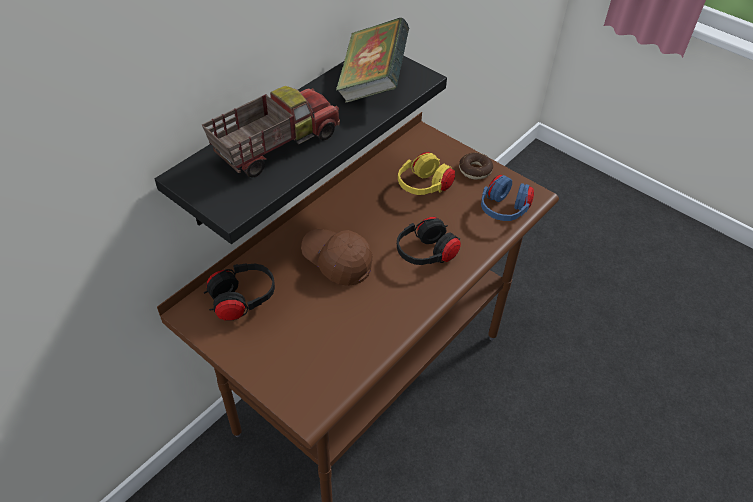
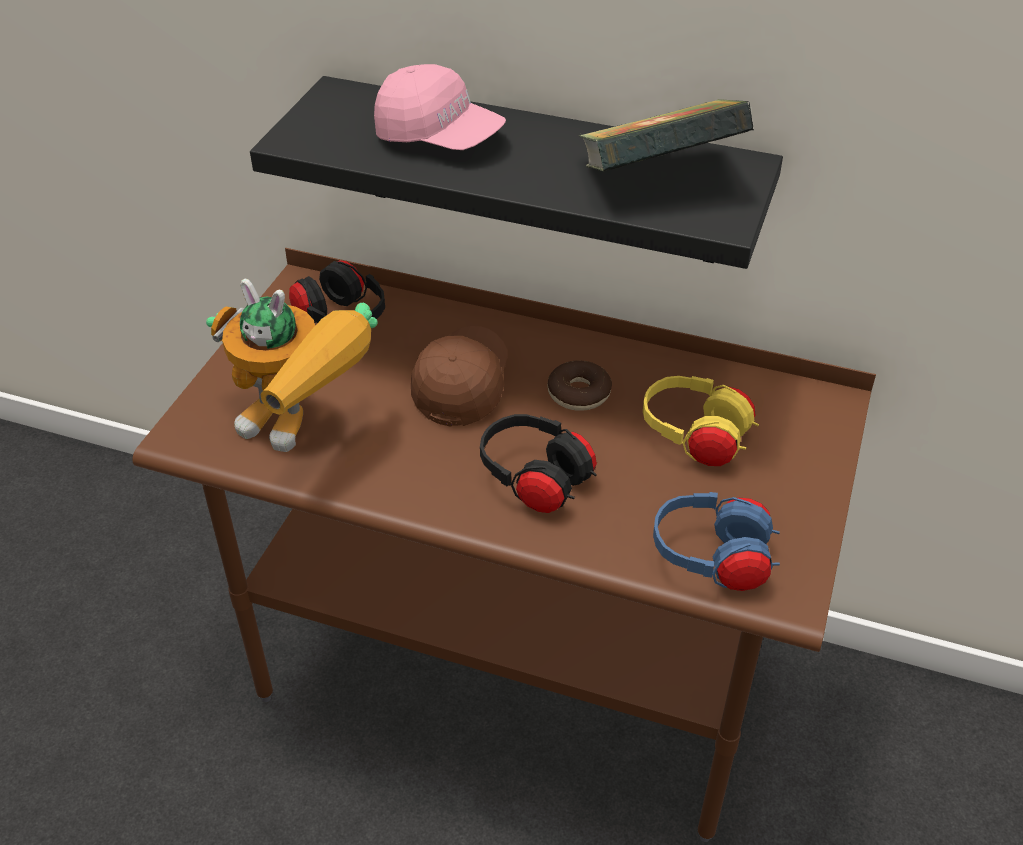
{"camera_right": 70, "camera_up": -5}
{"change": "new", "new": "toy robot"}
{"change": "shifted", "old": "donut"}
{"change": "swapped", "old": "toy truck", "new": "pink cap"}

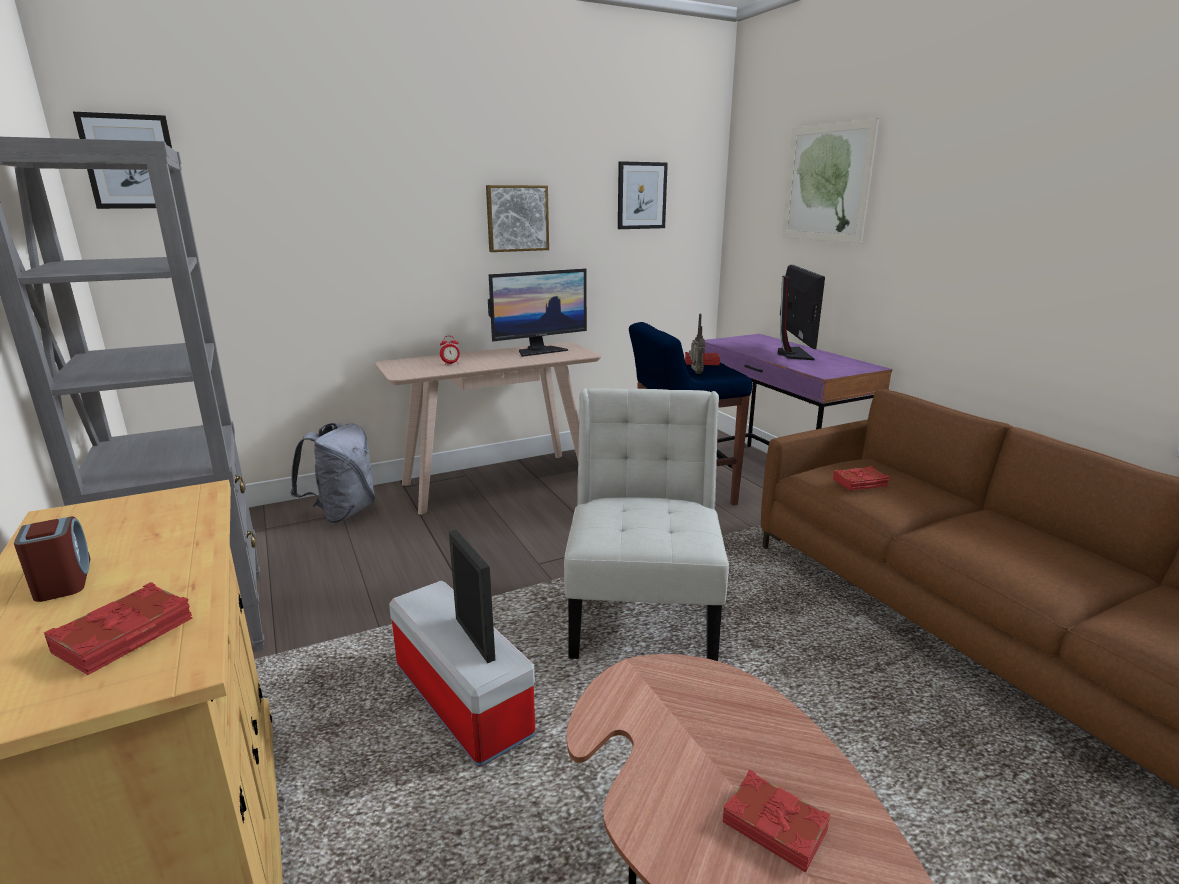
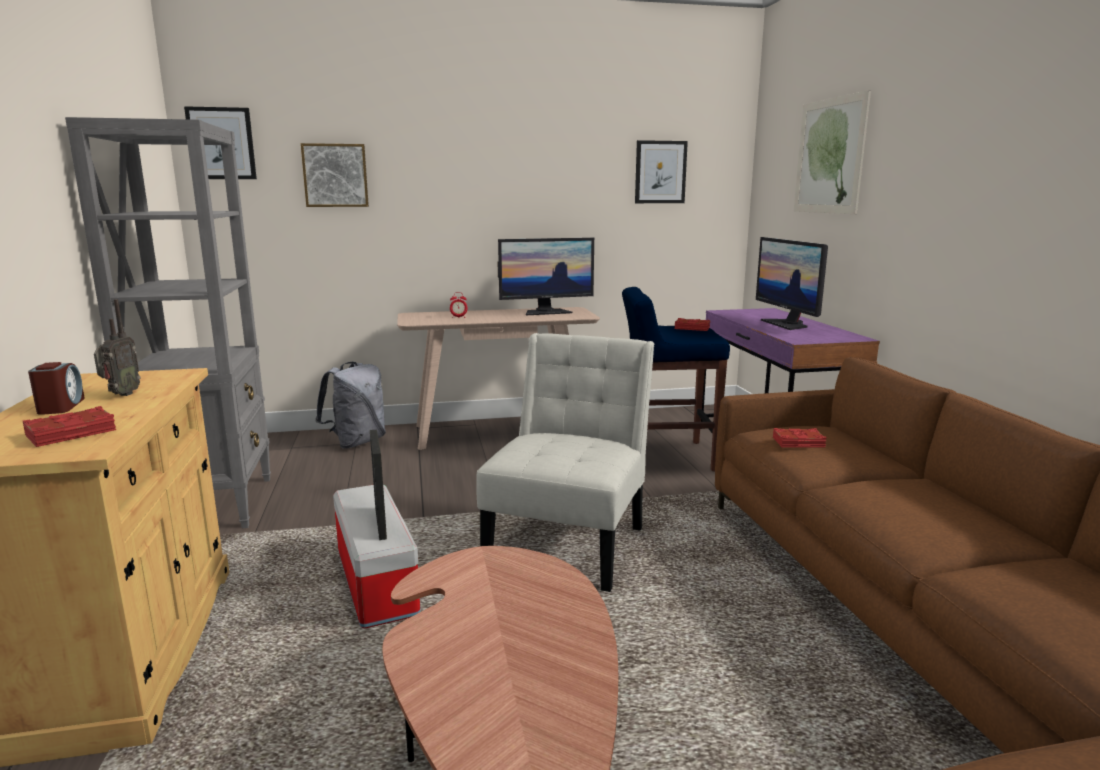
{"camera_right": 15, "camera_up": -5}
{"change": "gone", "old": "red book (no. 3 from left)"}
{"change": "shifted", "old": "picture (no. 2 from left)"}
{"change": "shifted", "old": "radio"}
{"change": "rotated", "old": "monitor (no. 2 from left)", "degrees": 150}

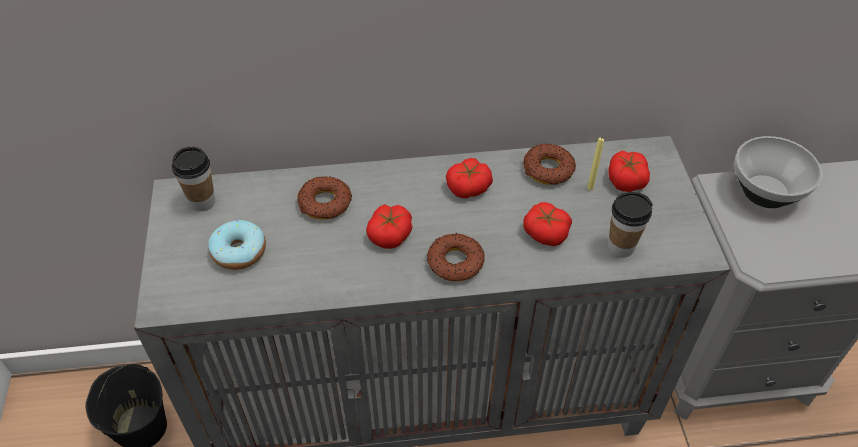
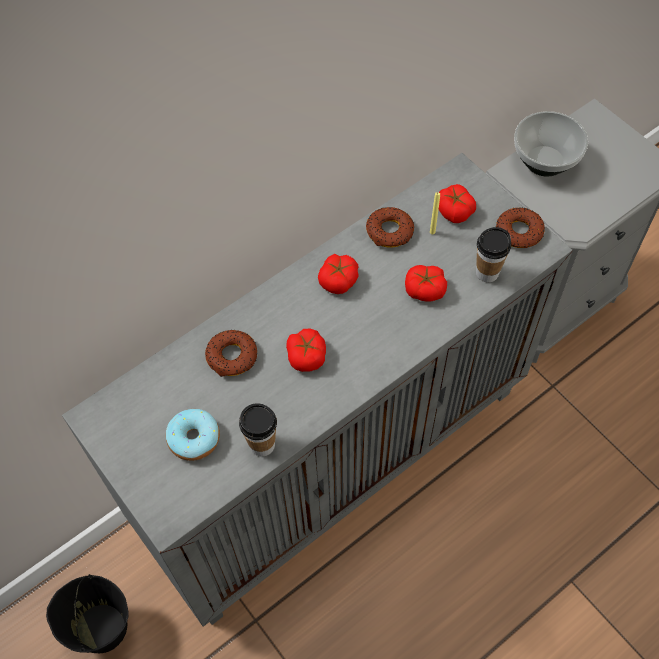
{"camera_right": -30, "camera_up": 10}
{"change": "shifted", "old": "cup (no. 1 from left)"}
{"change": "shifted", "old": "donut (no. 3 from left in the first image)", "new": "donut (no. 4 from left)"}

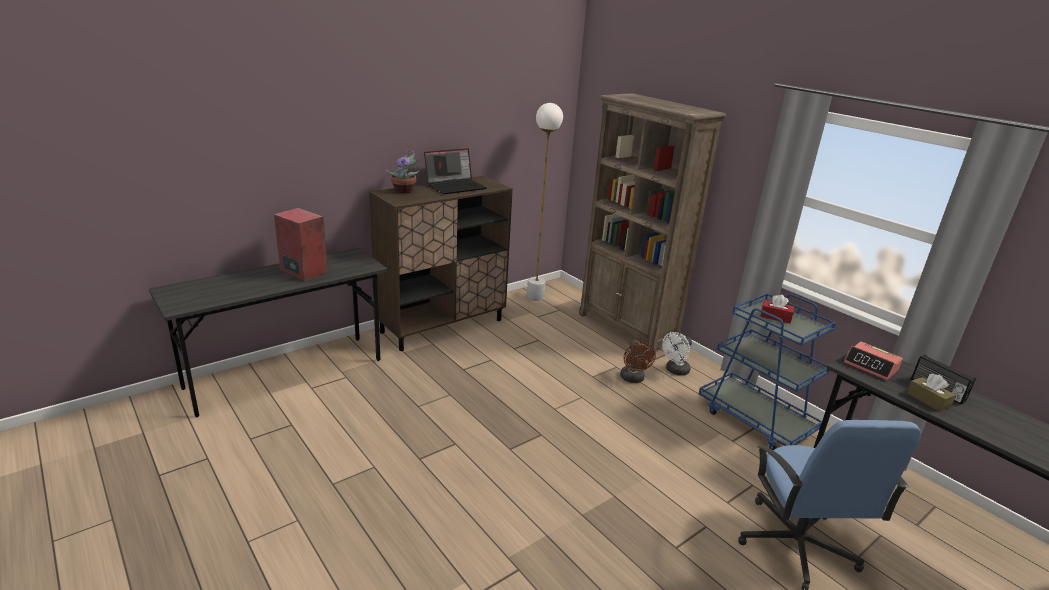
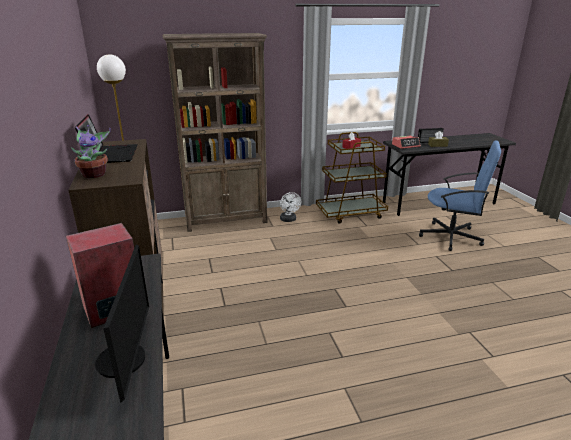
{"camera_right": -65, "camera_up": 0}
{"change": "gone", "old": "brown fan"}
{"change": "new", "new": "monitor"}
{"change": "repainted", "old": "blue cart", "new": "brown cart"}

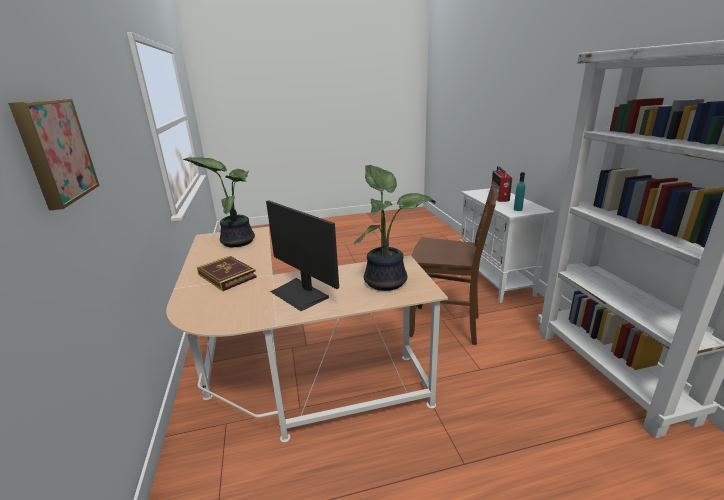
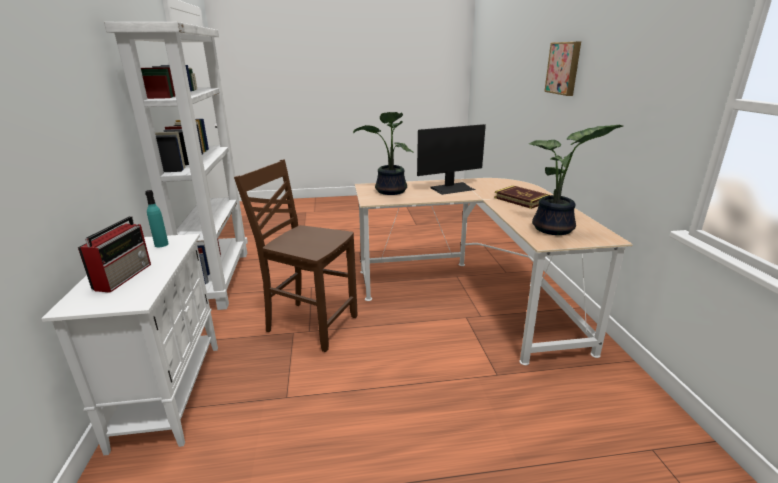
{"camera_right": -175, "camera_up": 0}
{"change": "rotated", "old": "monitor", "degrees": 105}

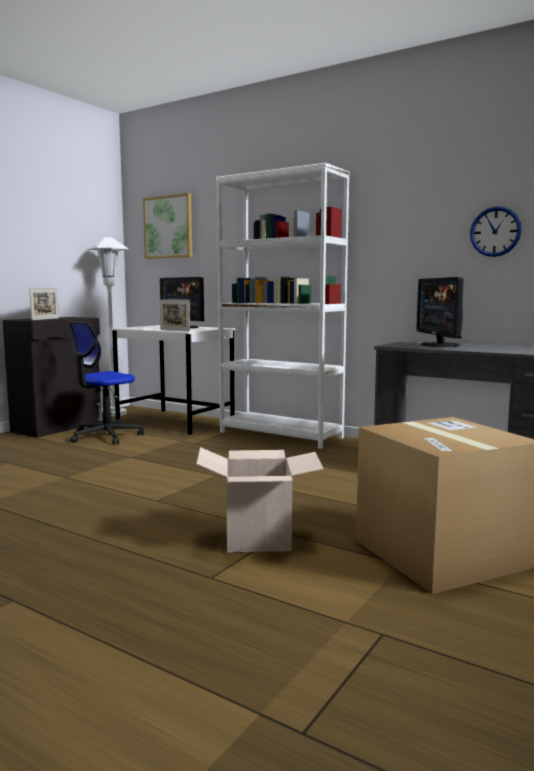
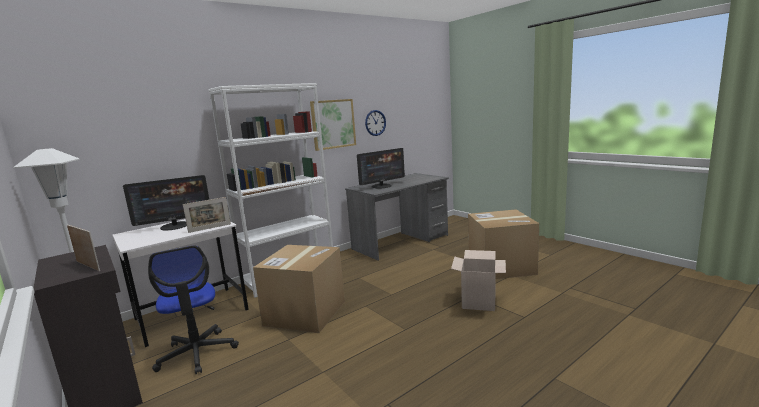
{"camera_right": -70, "camera_up": 5}
{"change": "new", "new": "cardboard box (no. 1 from left)"}
{"change": "shifted", "old": "picture"}
{"change": "rotated", "old": "monitor (no. 2 from left)", "degrees": -45}

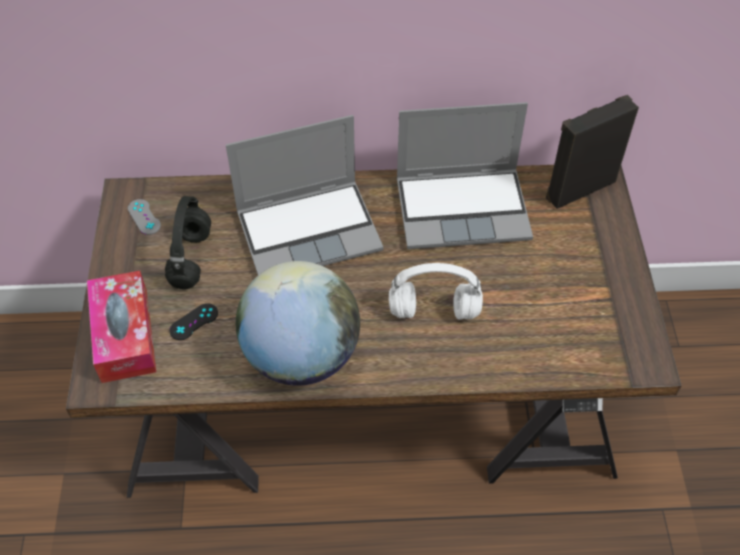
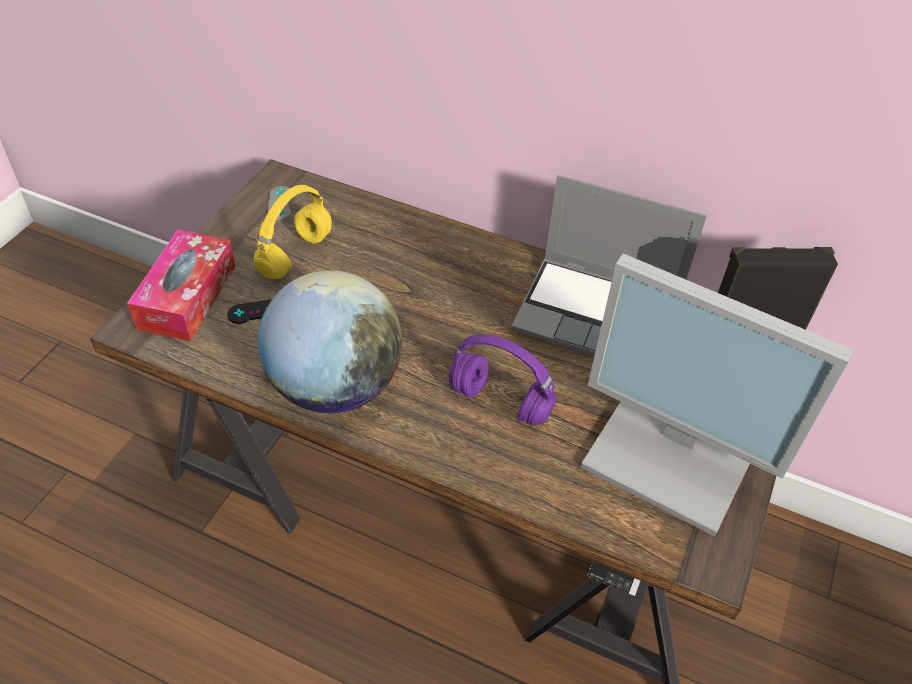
{"camera_right": 25, "camera_up": -5}
{"change": "gone", "old": "laptop (no. 1 from left)"}
{"change": "new", "new": "monitor"}
{"change": "repainted", "old": "black headphones", "new": "yellow headphones"}
{"change": "repainted", "old": "white headphones", "new": "purple headphones"}

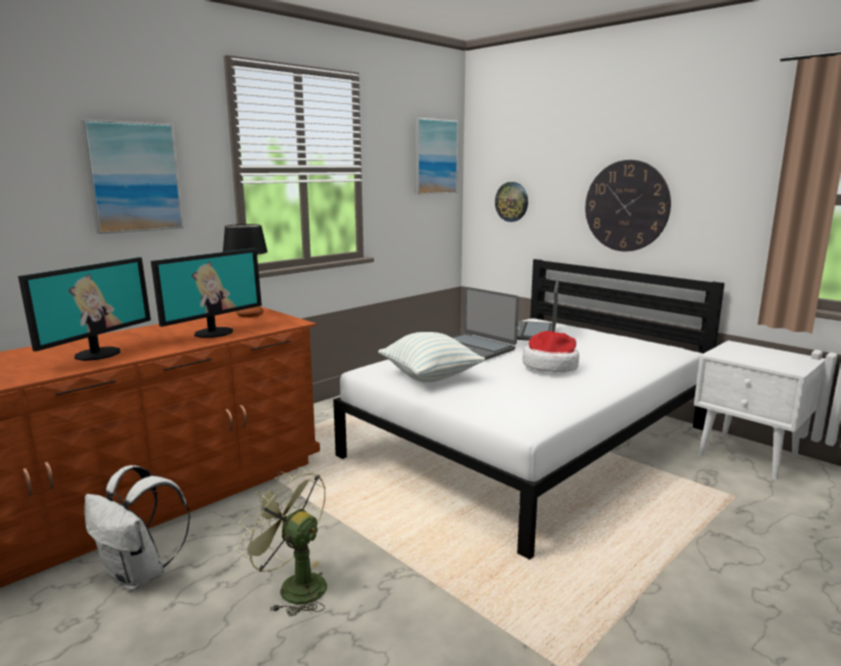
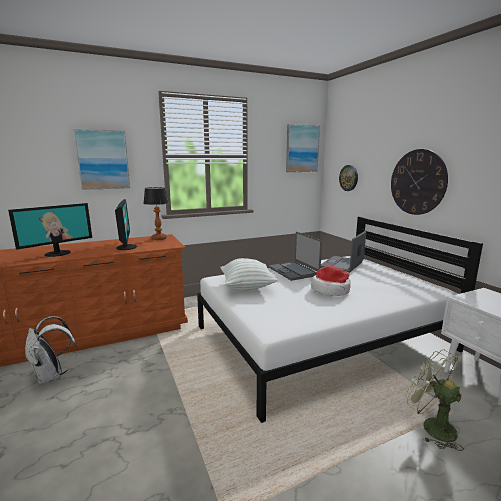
{"camera_right": 20, "camera_up": 0}
{"change": "shifted", "old": "green fan"}
{"change": "rotated", "old": "monitor (no. 2 from left)", "degrees": -75}

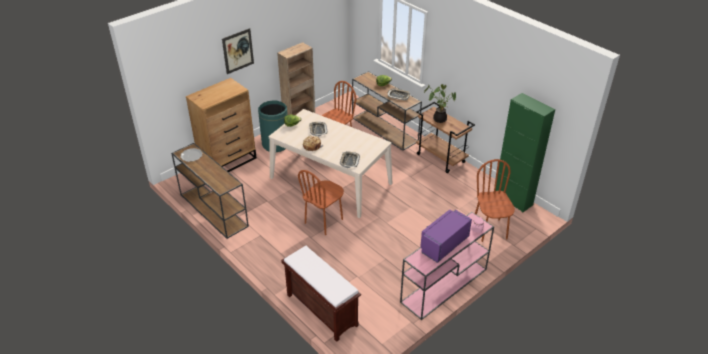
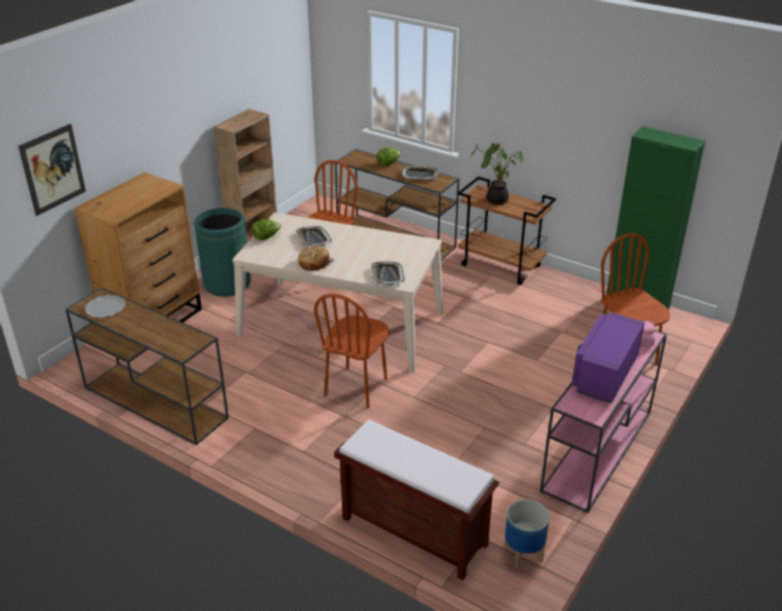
{"camera_right": -15, "camera_up": -5}
{"change": "new", "new": "planter"}
{"change": "shifted", "old": "picture"}

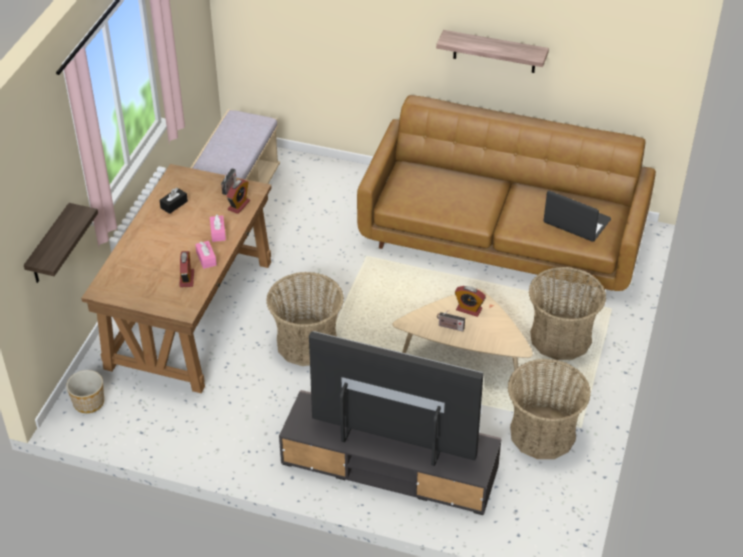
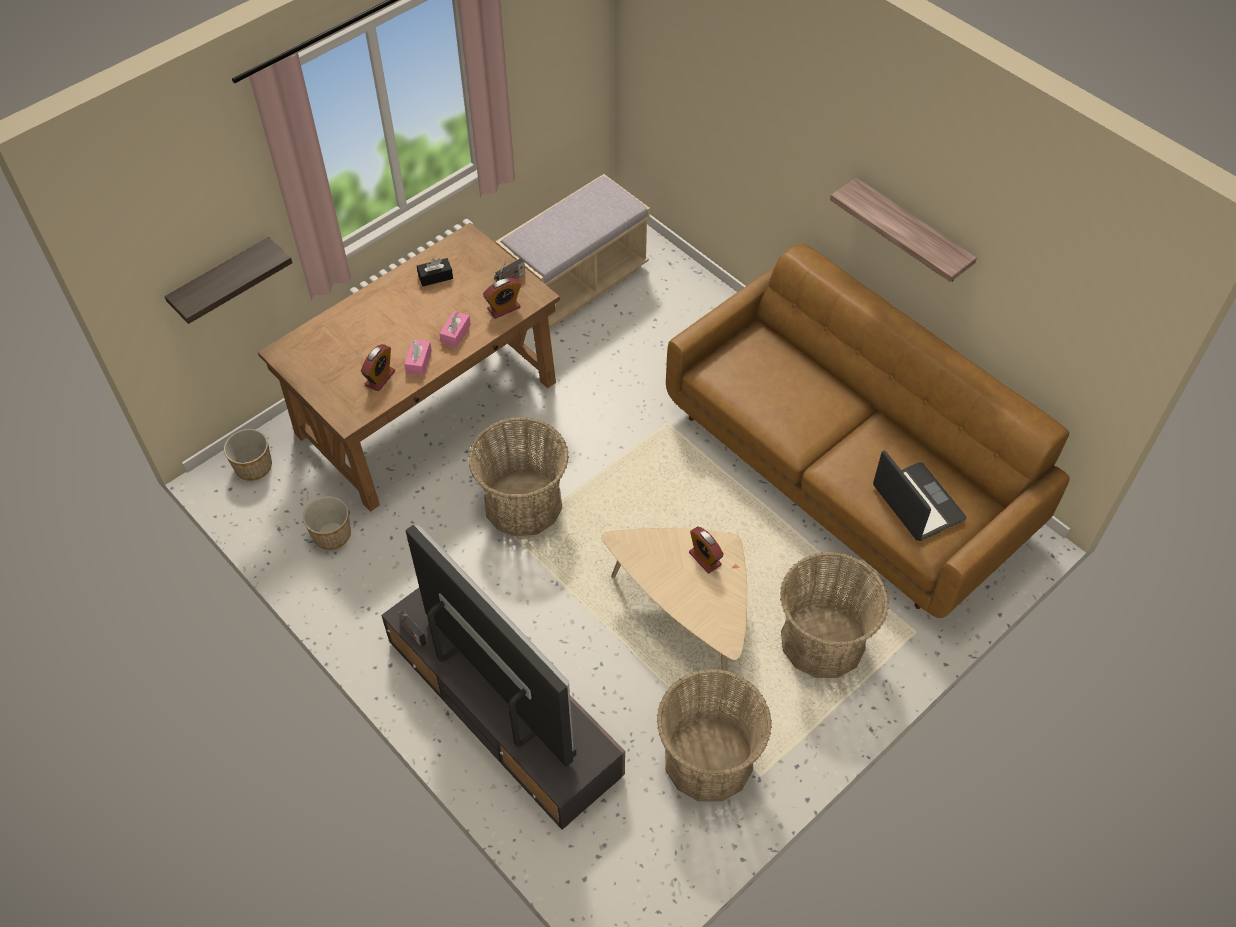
{"camera_right": 30, "camera_up": 10}
{"change": "new", "new": "planter (no. 2 from left)"}
{"change": "shifted", "old": "radio (no. 2 from left in the first image)", "new": "radio (no. 1 from left)"}

